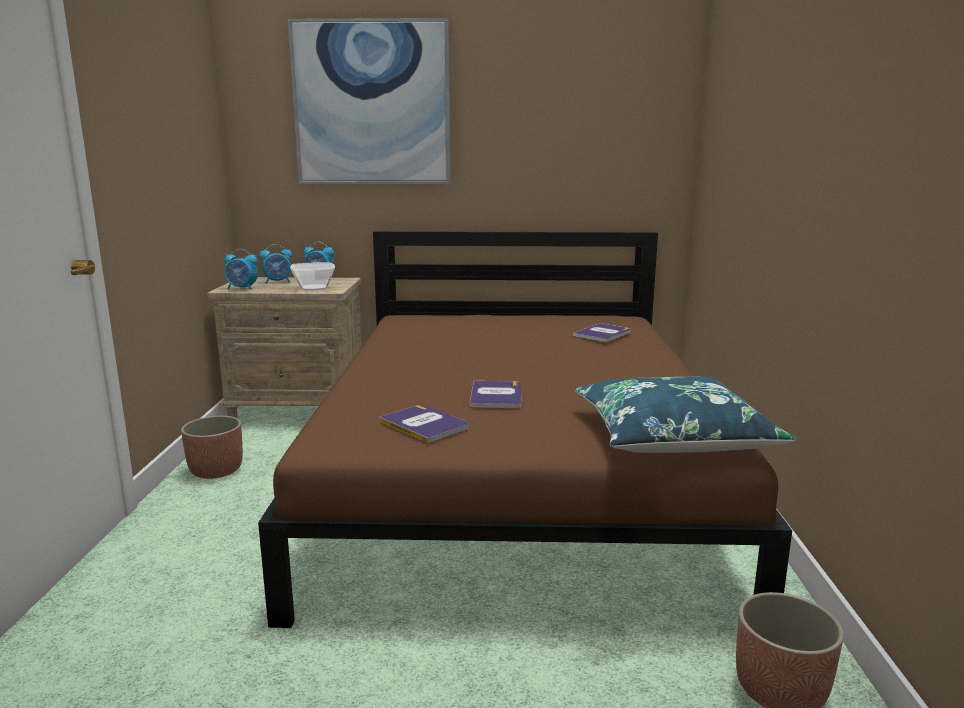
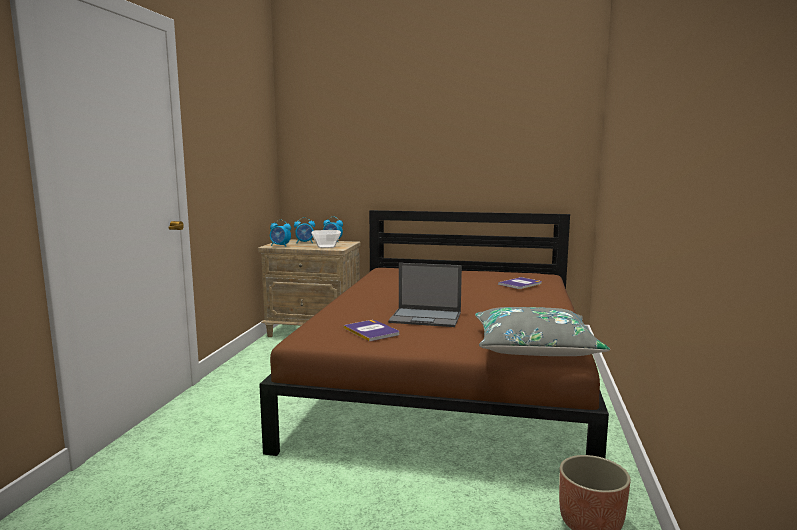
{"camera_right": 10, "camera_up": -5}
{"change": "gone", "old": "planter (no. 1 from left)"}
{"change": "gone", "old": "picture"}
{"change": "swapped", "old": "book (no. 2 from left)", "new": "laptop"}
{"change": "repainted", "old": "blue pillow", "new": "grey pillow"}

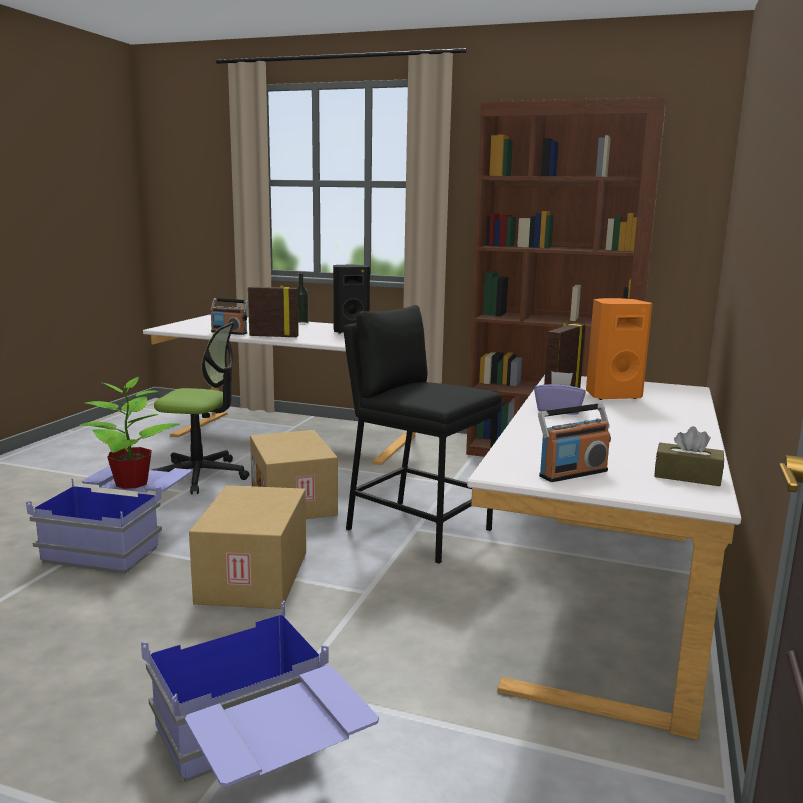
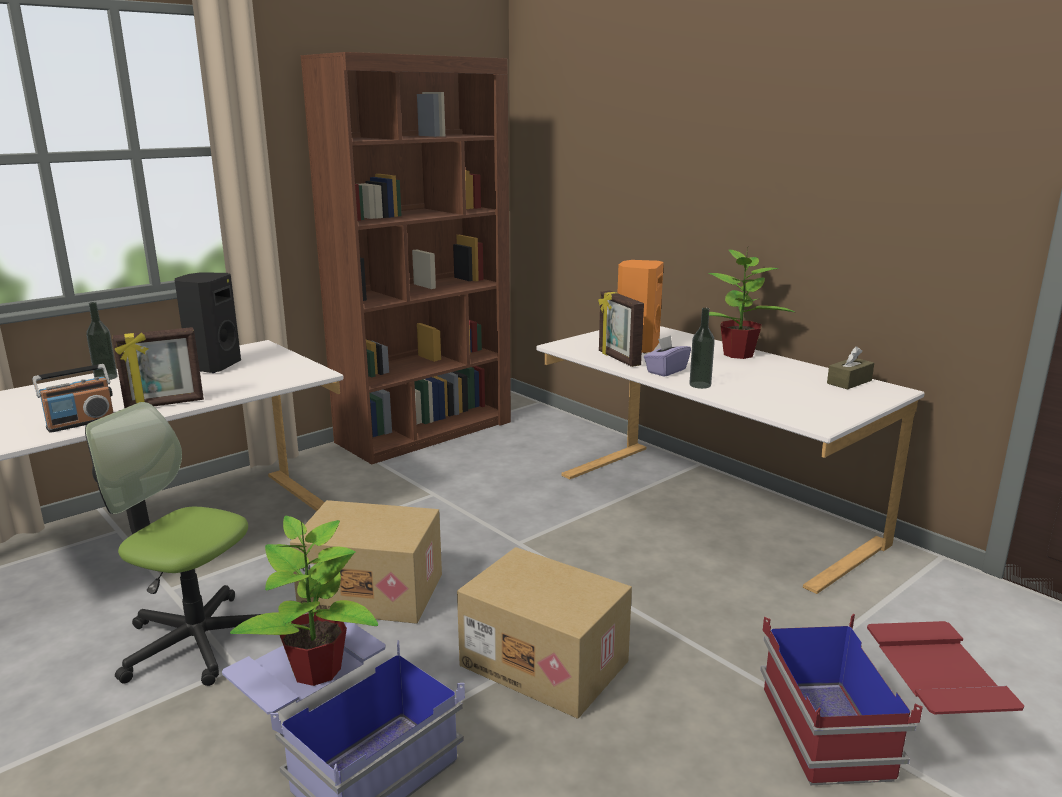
{"camera_right": -60, "camera_up": 5}
{"change": "gone", "old": "black stool"}
{"change": "gone", "old": "radio (no. 2 from left)"}
{"change": "new", "new": "bottle (no. 2 from left)"}
{"change": "new", "new": "potted plant (no. 2 from left)"}
{"change": "repainted", "old": "blue storage box (no. 2 from left)", "new": "red storage box"}
{"change": "rotated", "old": "office chair", "degrees": -105}
{"change": "rotated", "old": "picture frame (no. 1 from left)", "degrees": -150}

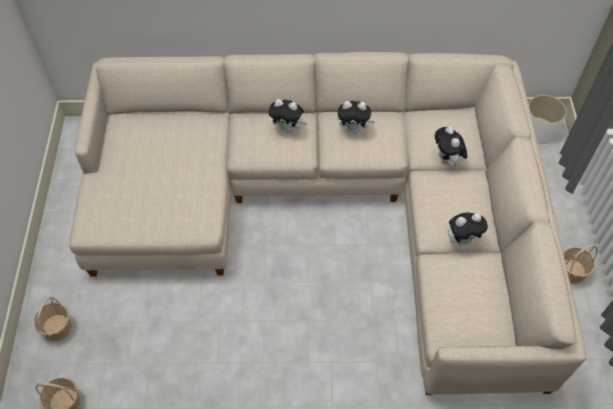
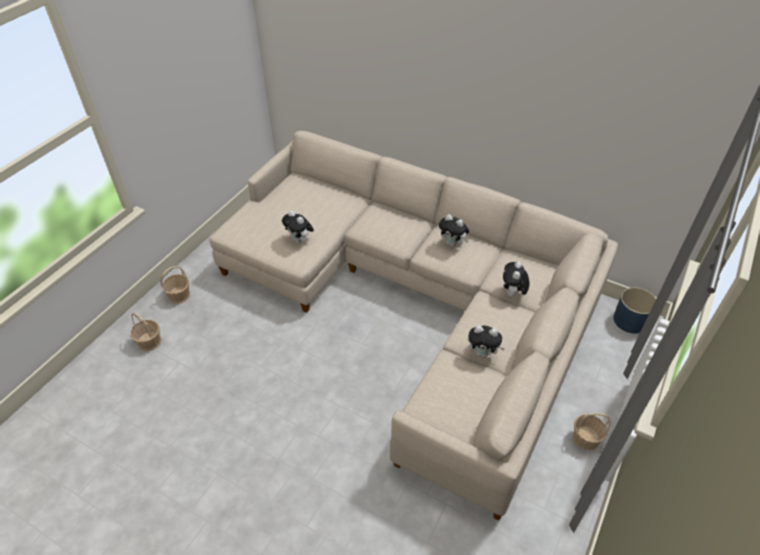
{"camera_right": 30, "camera_up": -10}
{"change": "shifted", "old": "plush toy (no. 1 from left)"}
{"change": "repainted", "old": "white planter", "new": "blue planter"}

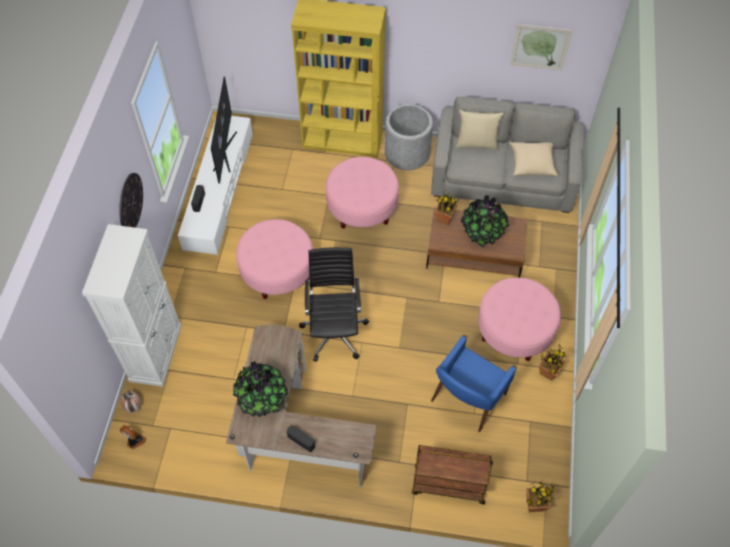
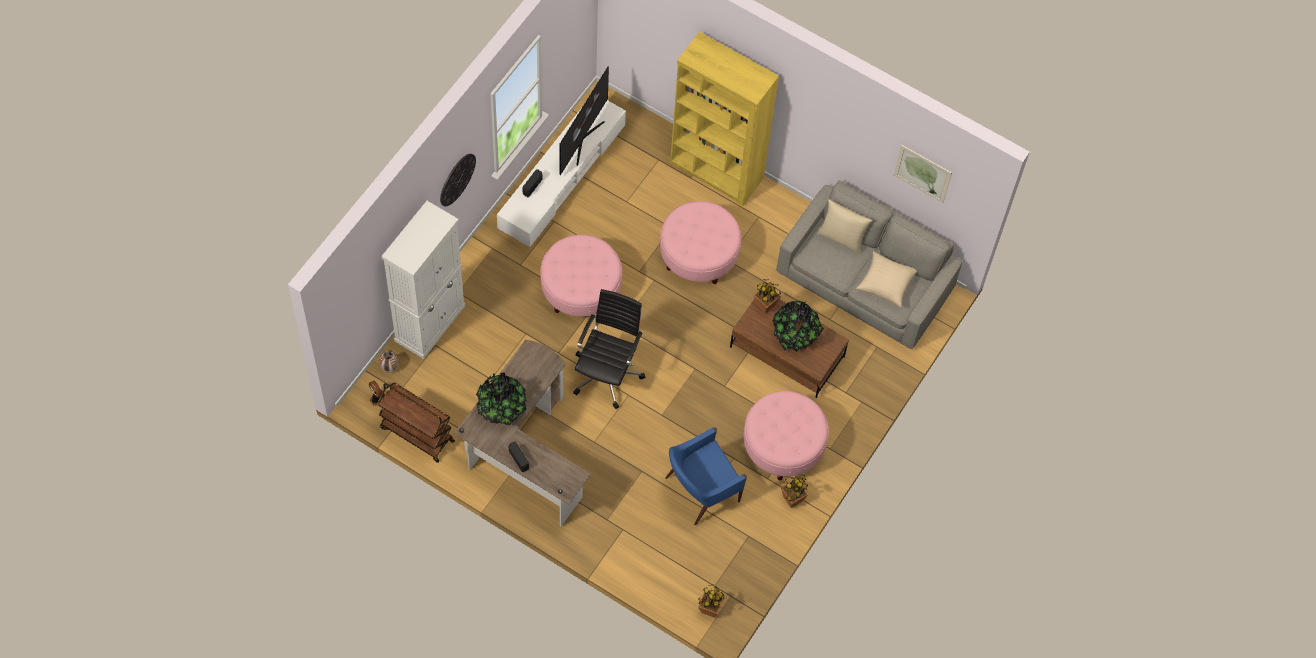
{"camera_right": 20, "camera_up": 5}
{"change": "gone", "old": "grey planter"}
{"change": "shifted", "old": "brown cart"}

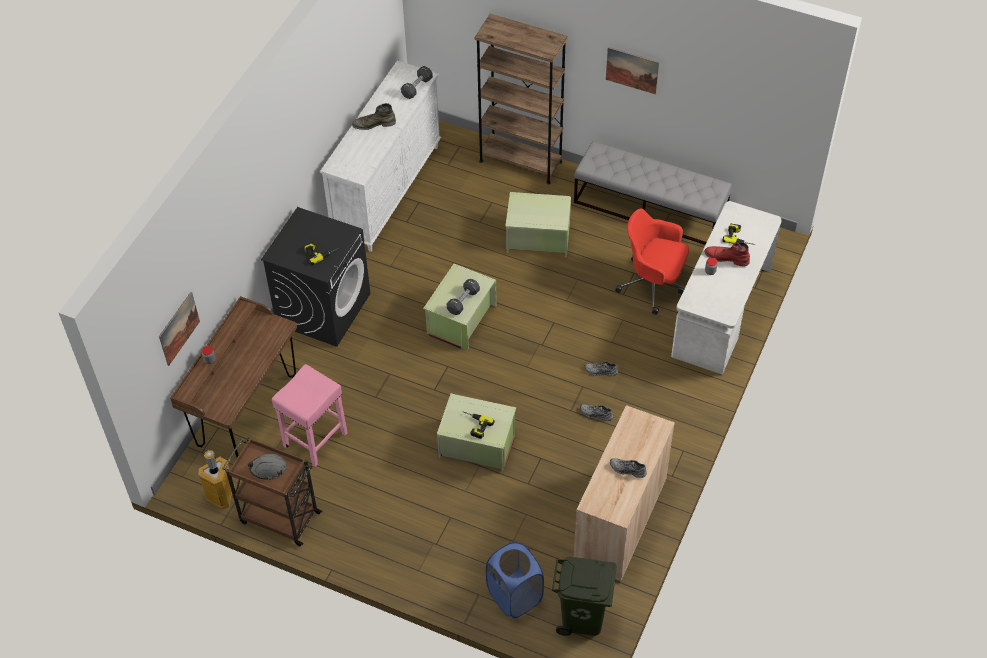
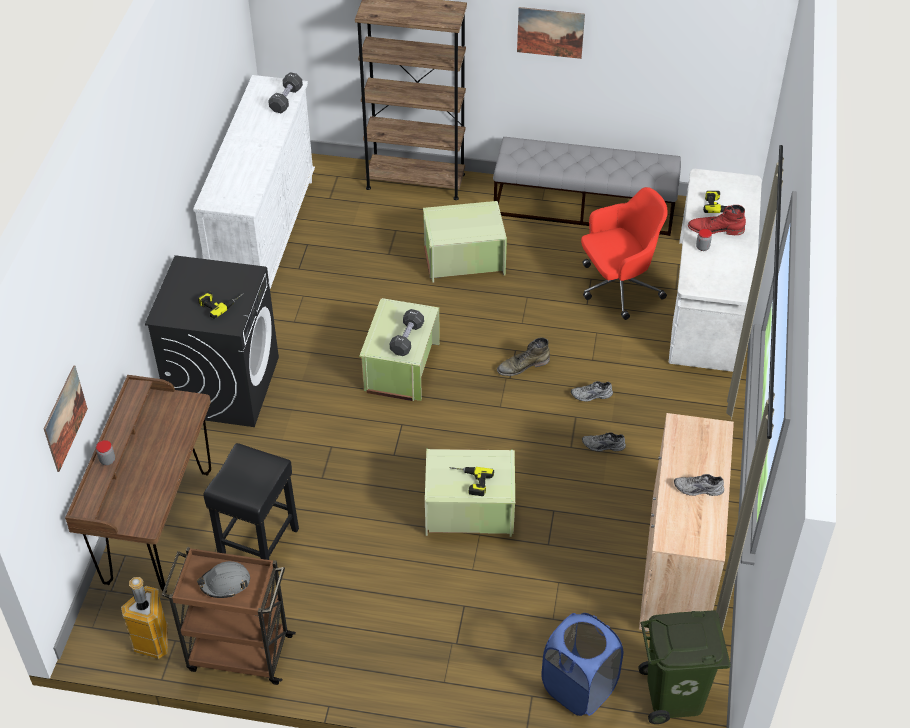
{"camera_right": -15, "camera_up": -5}
{"change": "shifted", "old": "green boot"}
{"change": "repainted", "old": "pink stool", "new": "black stool"}
{"change": "rotated", "old": "red office chair", "degrees": 150}

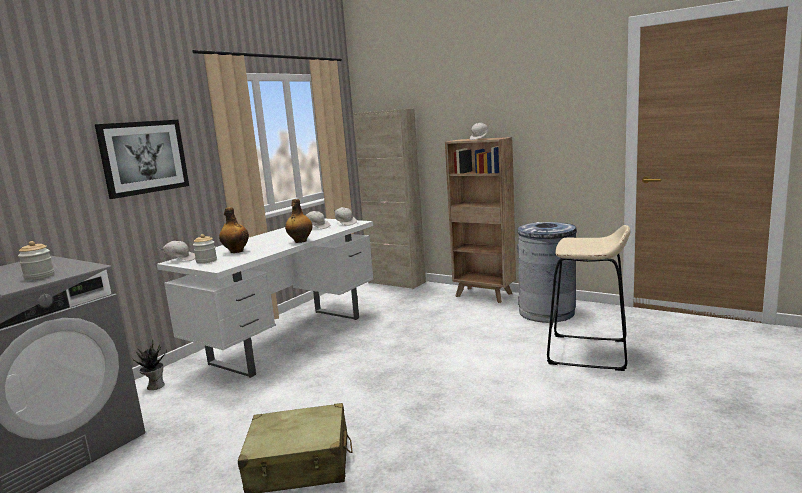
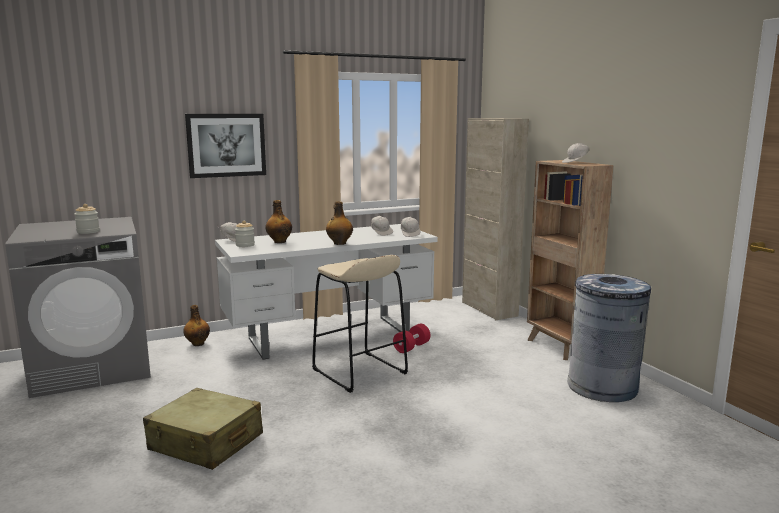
{"camera_right": 30, "camera_up": 0}
{"change": "new", "new": "red dumbbell"}
{"change": "shifted", "old": "beige stool"}
{"change": "swapped", "old": "potted plant", "new": "bottle (no. 1 from left)"}

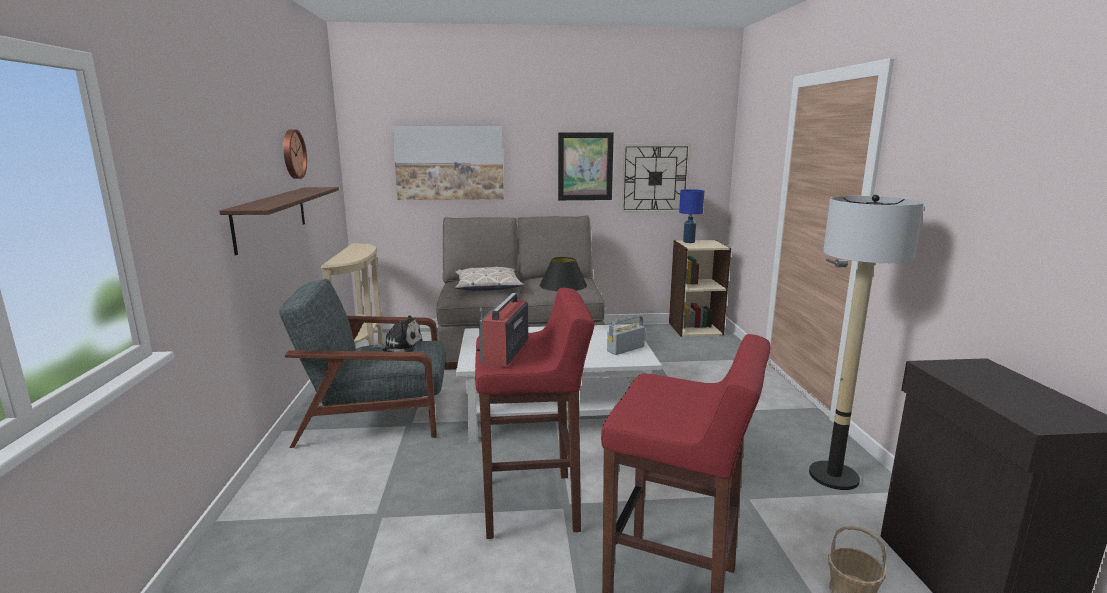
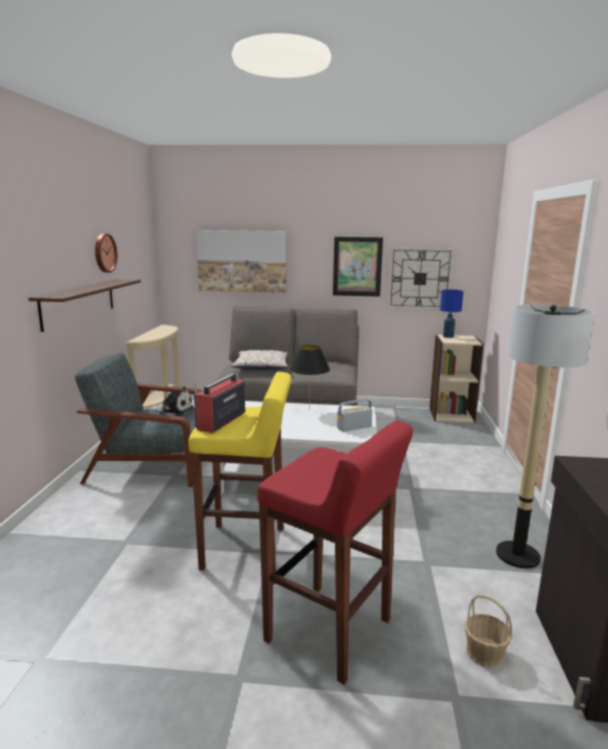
{"camera_right": 10, "camera_up": 0}
{"change": "repainted", "old": "red stool (no. 1 from left)", "new": "yellow stool"}

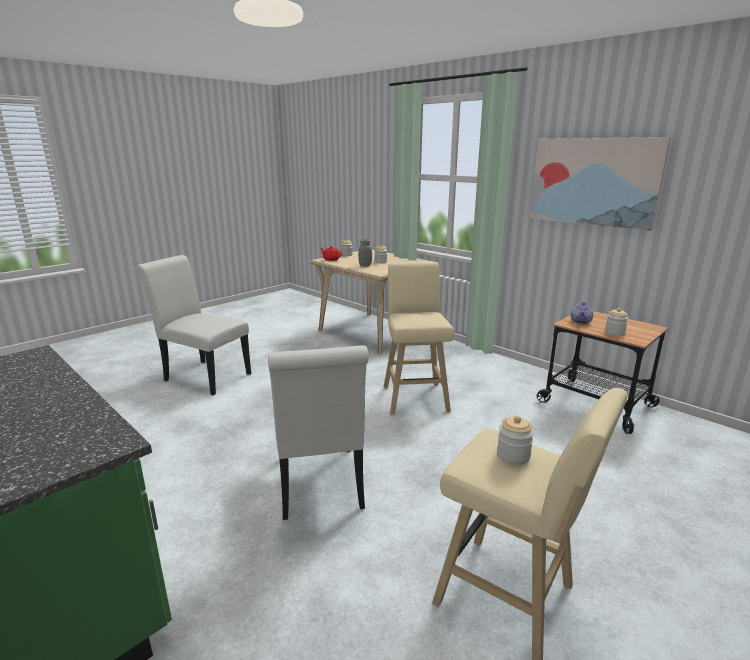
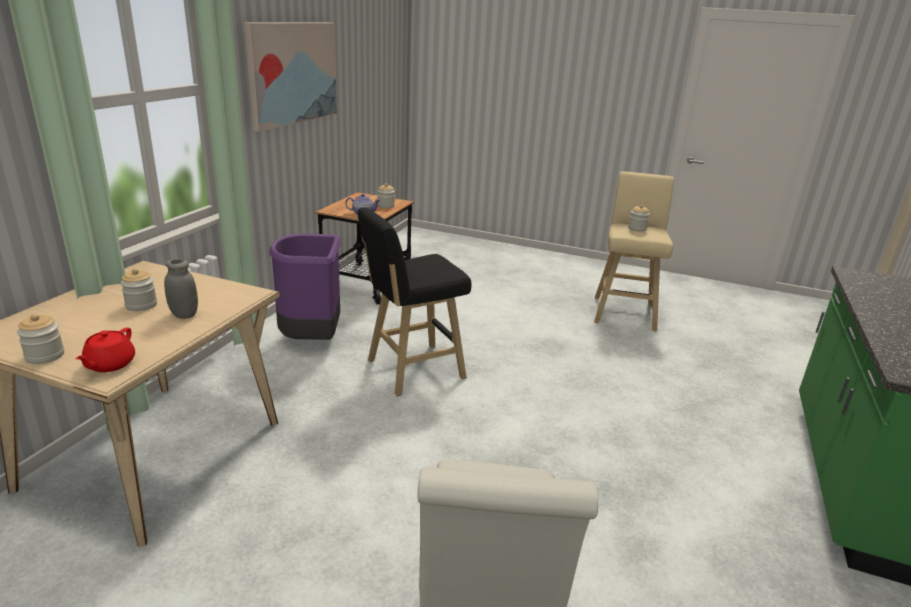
{"camera_right": -115, "camera_up": 5}
{"change": "gone", "old": "white chair (no. 2 from left)"}
{"change": "new", "new": "purple trash can"}
{"change": "repainted", "old": "beige stool (no. 1 from left)", "new": "black stool"}

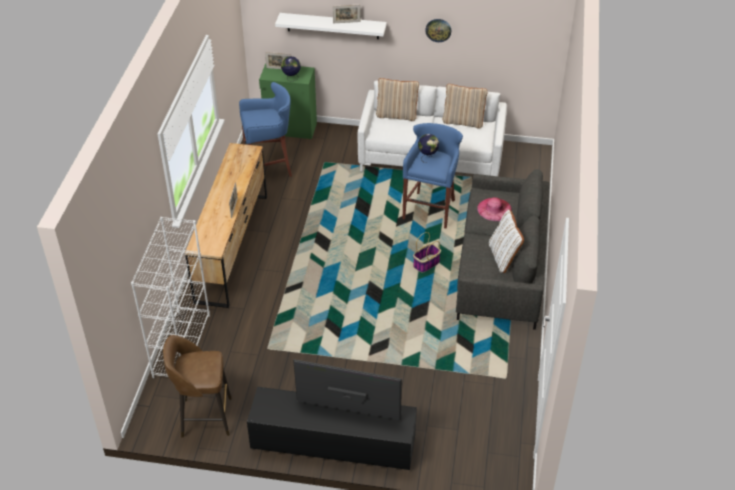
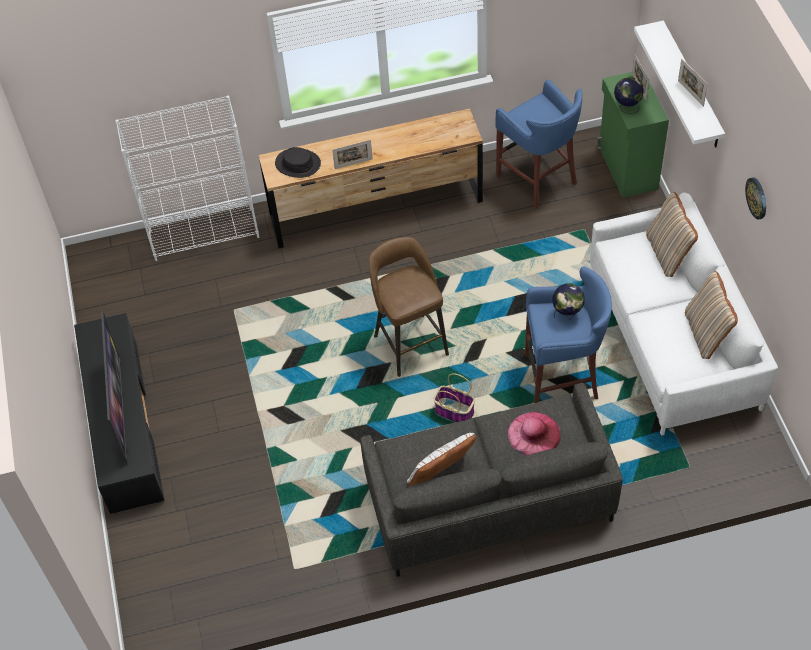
{"camera_right": 70, "camera_up": 10}
{"change": "new", "new": "black hat"}
{"change": "shifted", "old": "brown stool"}

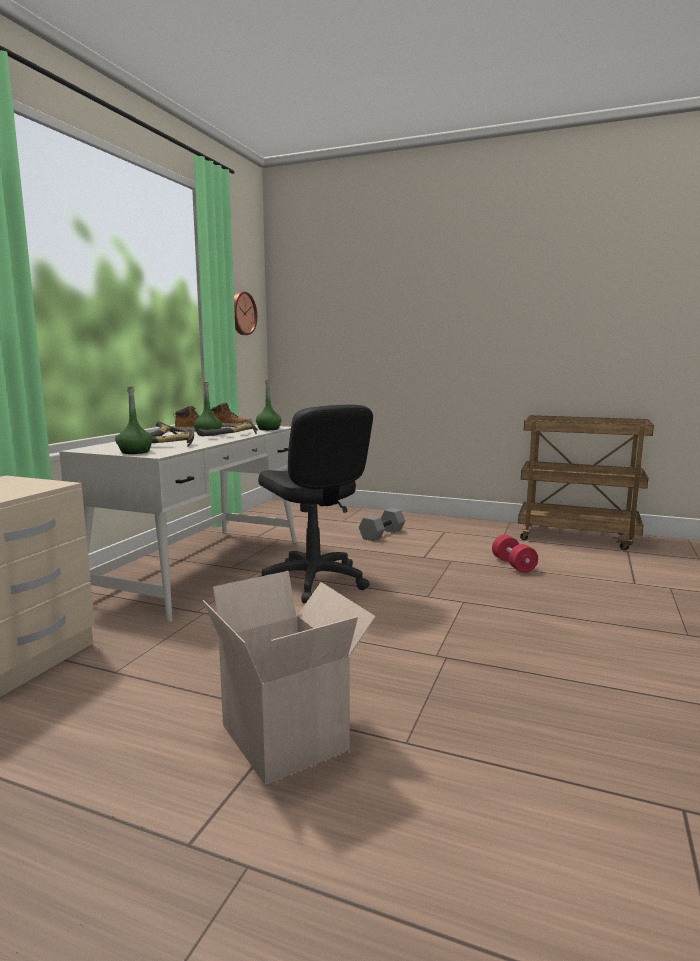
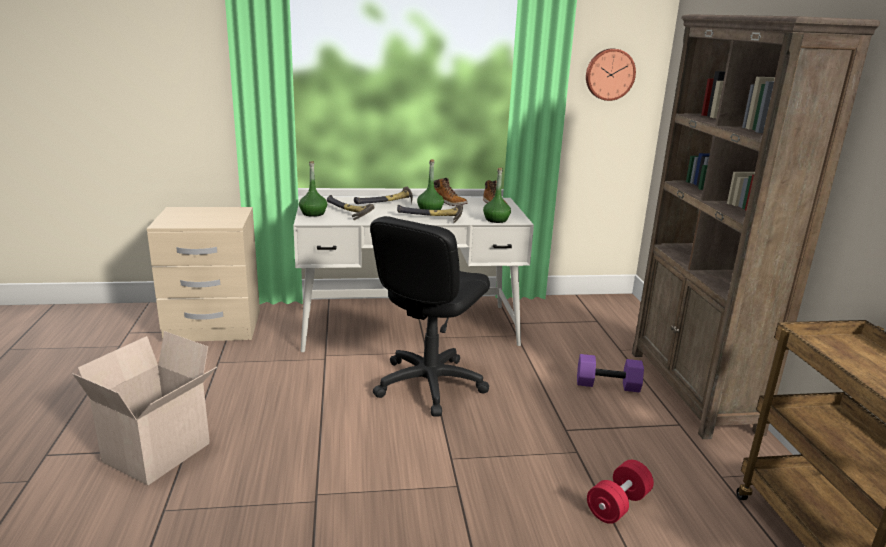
{"camera_right": 60, "camera_up": 10}
{"change": "new", "new": "brown bookcase"}
{"change": "repainted", "old": "grey dumbbell", "new": "purple dumbbell"}

